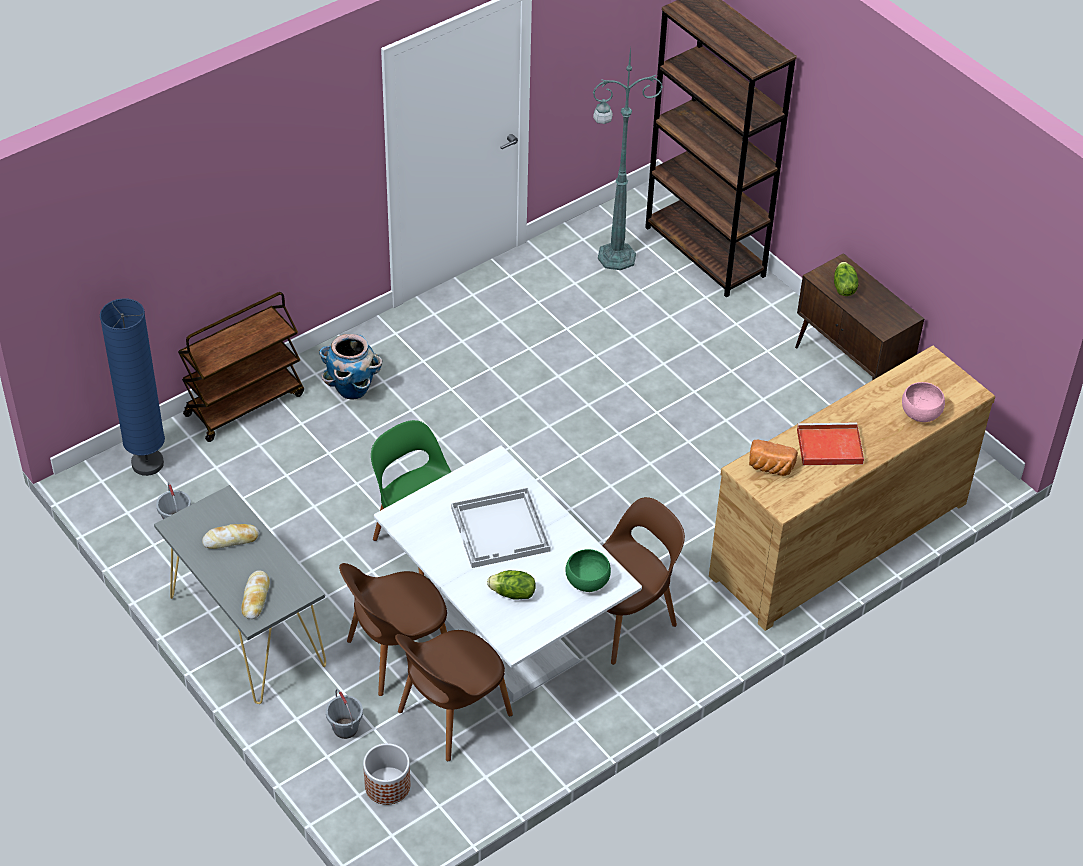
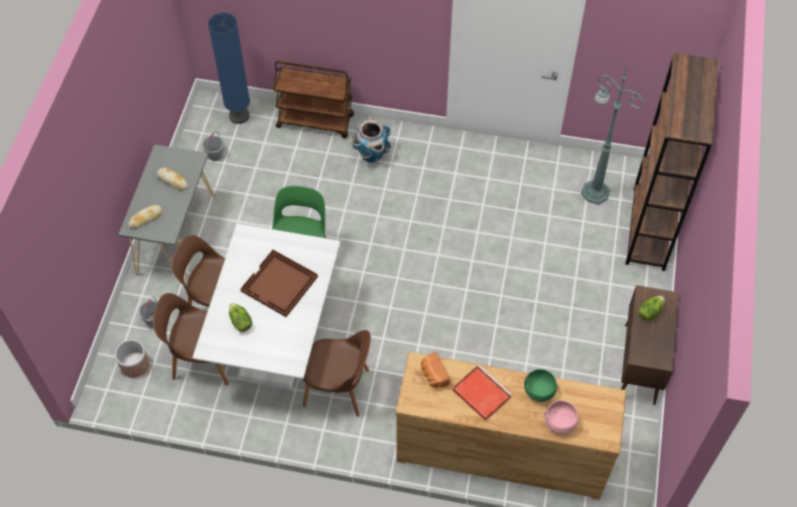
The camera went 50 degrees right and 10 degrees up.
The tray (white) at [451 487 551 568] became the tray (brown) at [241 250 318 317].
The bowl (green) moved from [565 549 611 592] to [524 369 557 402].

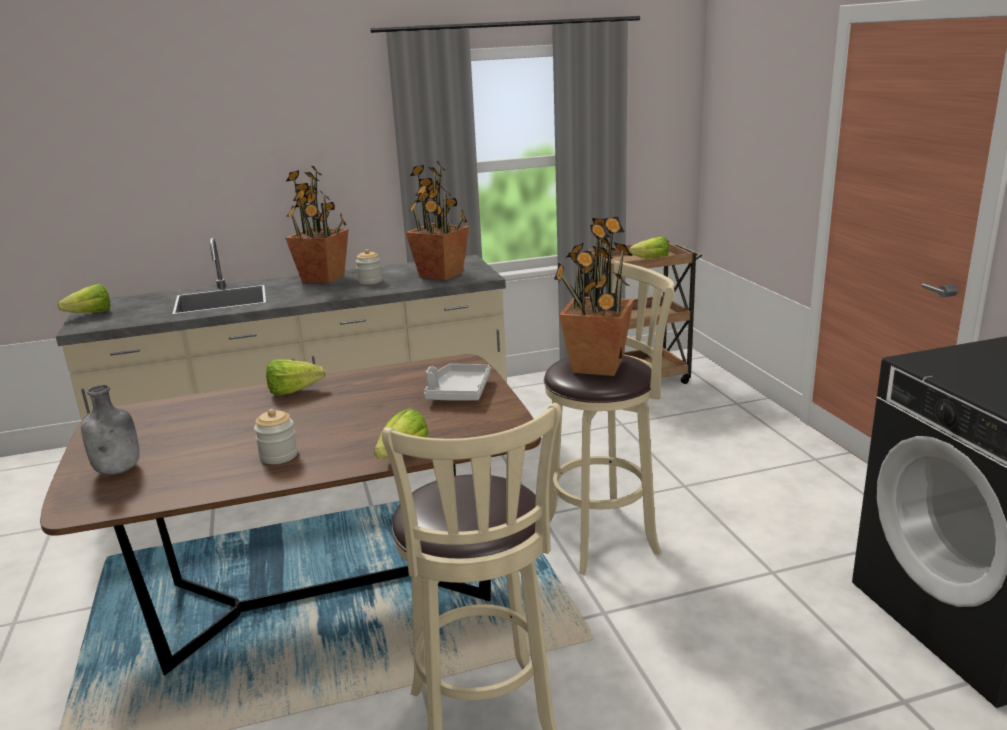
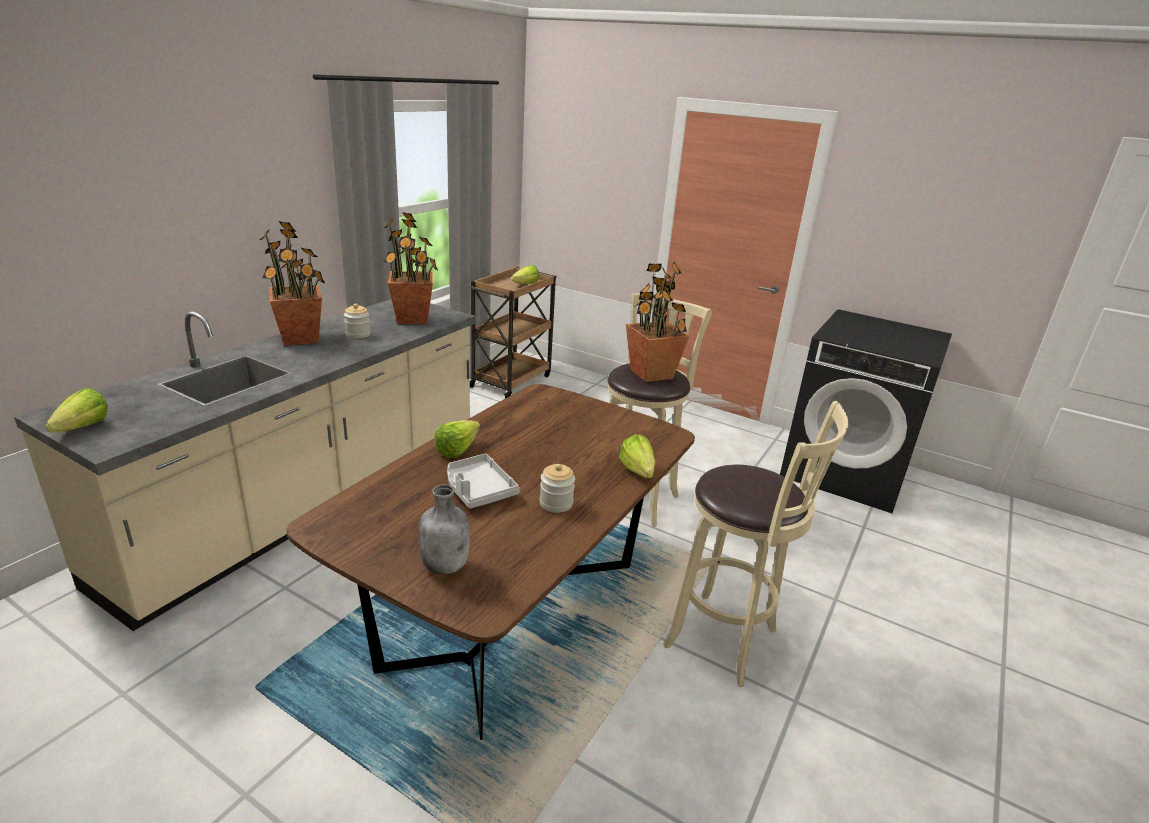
The camera went 45 degrees left and 5 degrees up.
The tray (grey) moved from [424 364 491 401] to [447 454 520 509].

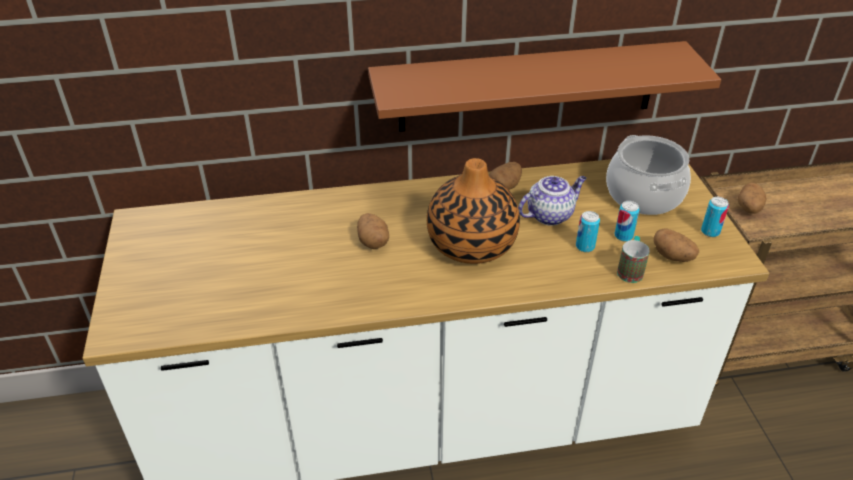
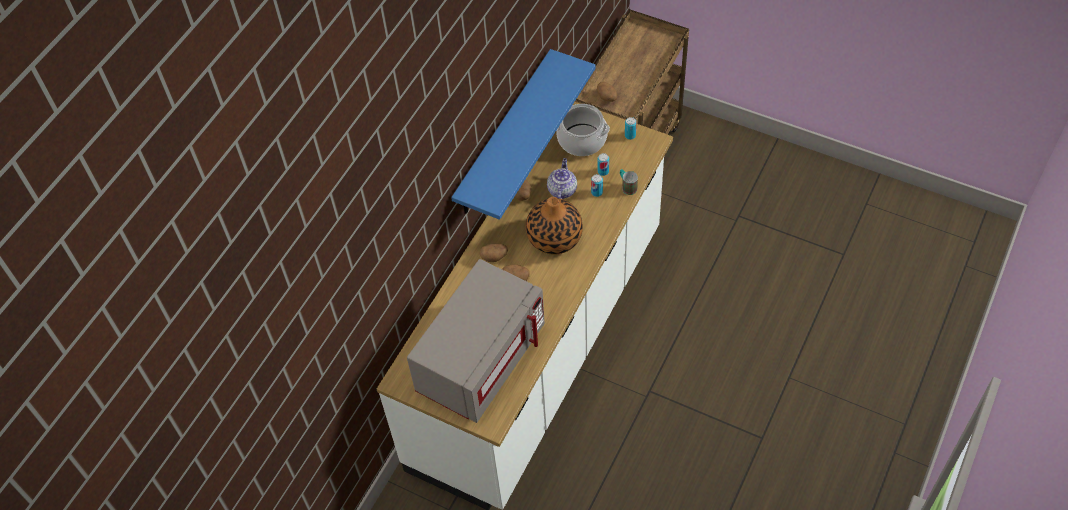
The camera went 50 degrees left and 15 degrees up.
The shelf (brown) at [368 41 721 132] became the shelf (blue) at [451 49 596 220].
The potato moved from [653 229 699 262] to [480 244 508 262].
The microwave (grey) at [407 259 545 423] appeared.

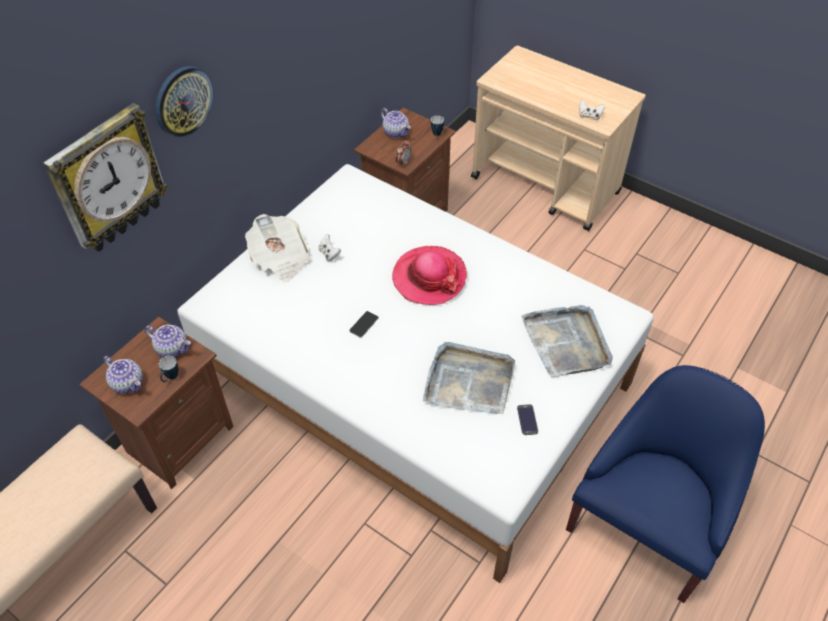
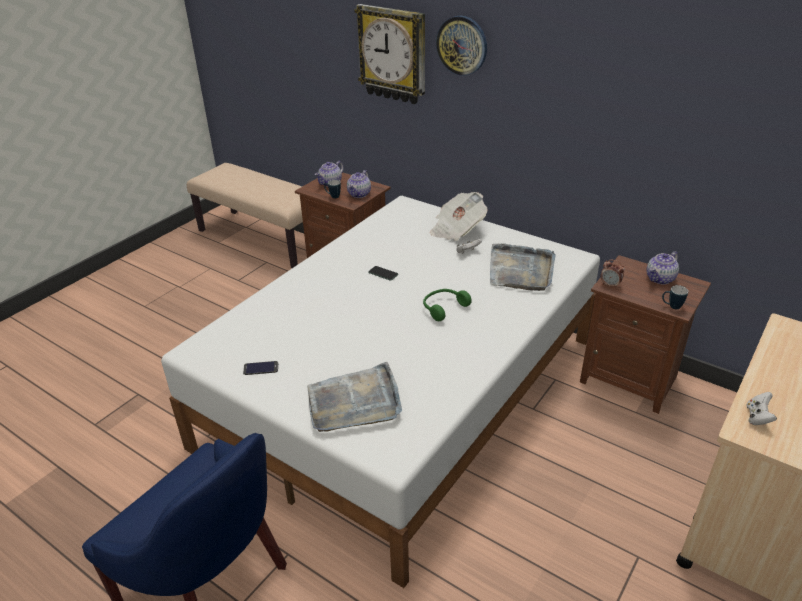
The camera went 90 degrees right and 15 degrees down.
The hat at [392 246 467 305] was replaced by the headphones (green) at [423 289 472 321].
The tray (grey) moved from [423 342 515 414] to [490 243 556 291].

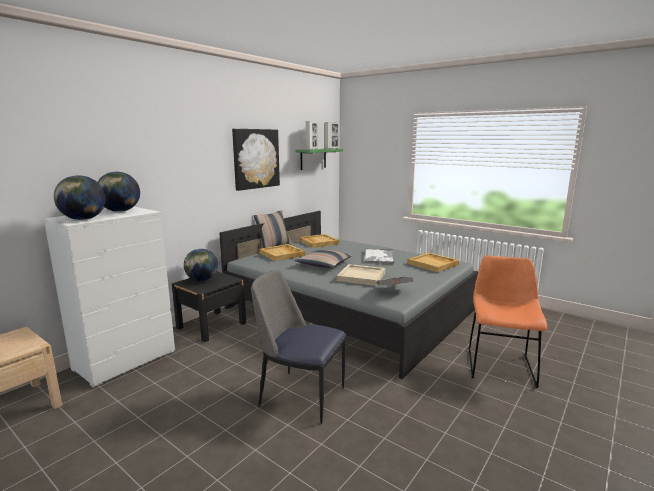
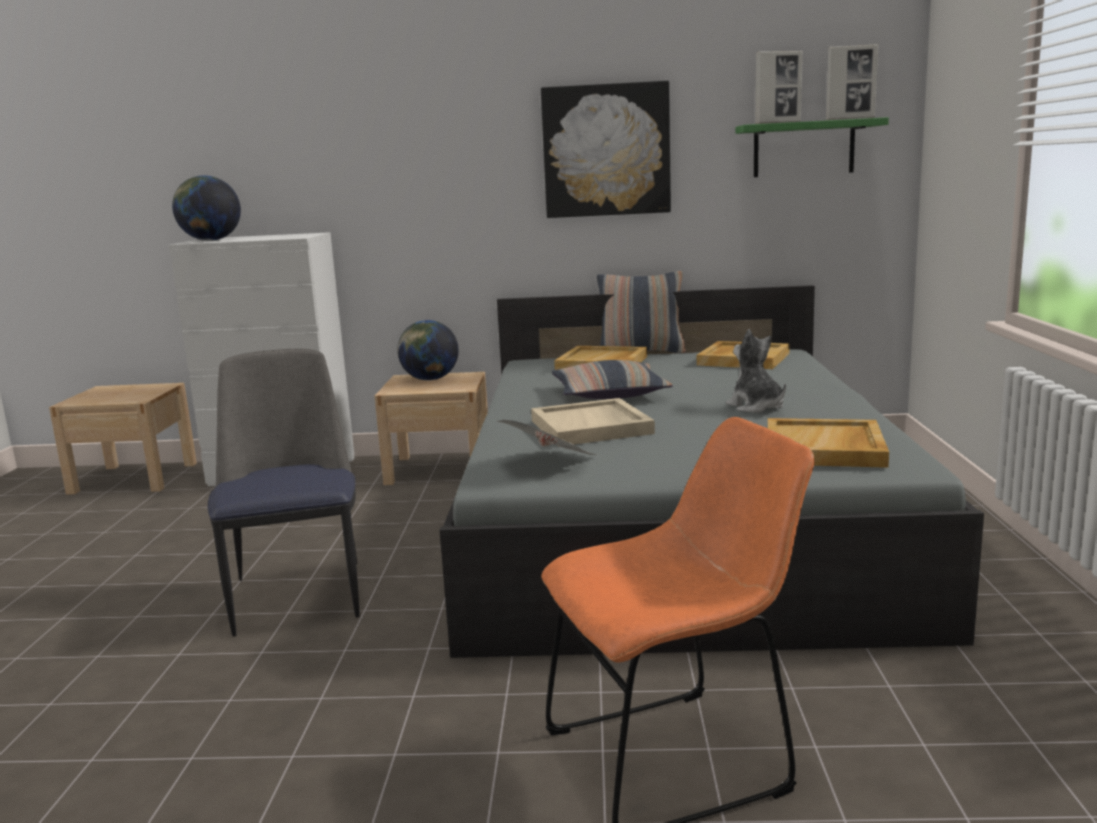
The camera went 55 degrees right and 0 degrees up.
The globe at [98 172 140 212] disappeared.
The nightstand (black) at [172 271 246 342] became the nightstand (beige) at [375 372 488 485].
The tray at [364 249 394 264] was replaced by the plush toy at [726 329 786 413].

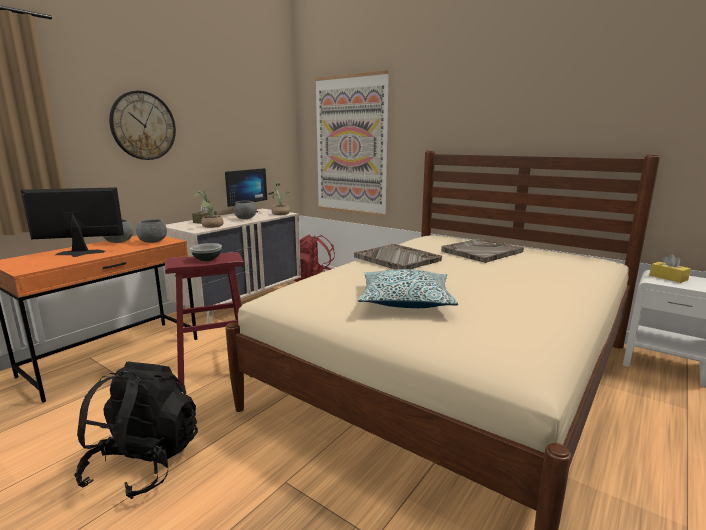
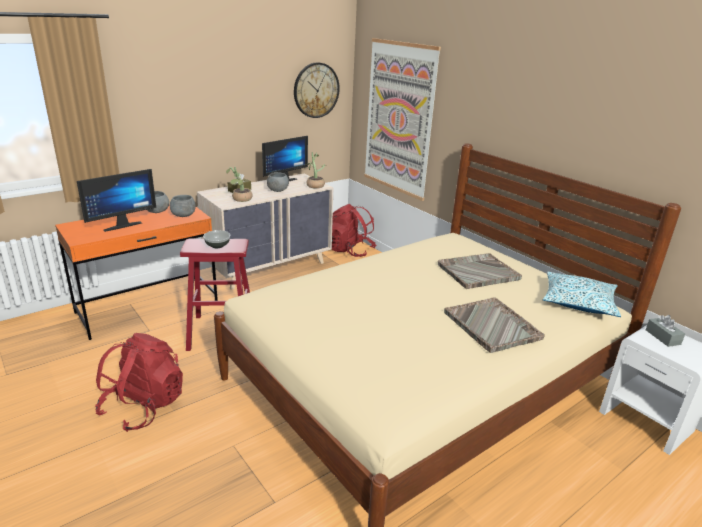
The camera went 15 degrees right and 10 degrees up.
The monitor at [21 187 124 257] turned 135 degrees clockwise.
The backpack (black) at [74 362 198 499] became the backpack (red) at [95 333 183 432].
The wall clock moved from [109 91 176 160] to [294 62 340 118].
The tray (grey) moved from [354 244 442 270] to [444 297 545 353].
The pillow moved from [358 269 458 308] to [543 272 621 317].
The tissue box (yellow) at [649 254 691 283] became the tissue box (grey) at [646 315 685 347].

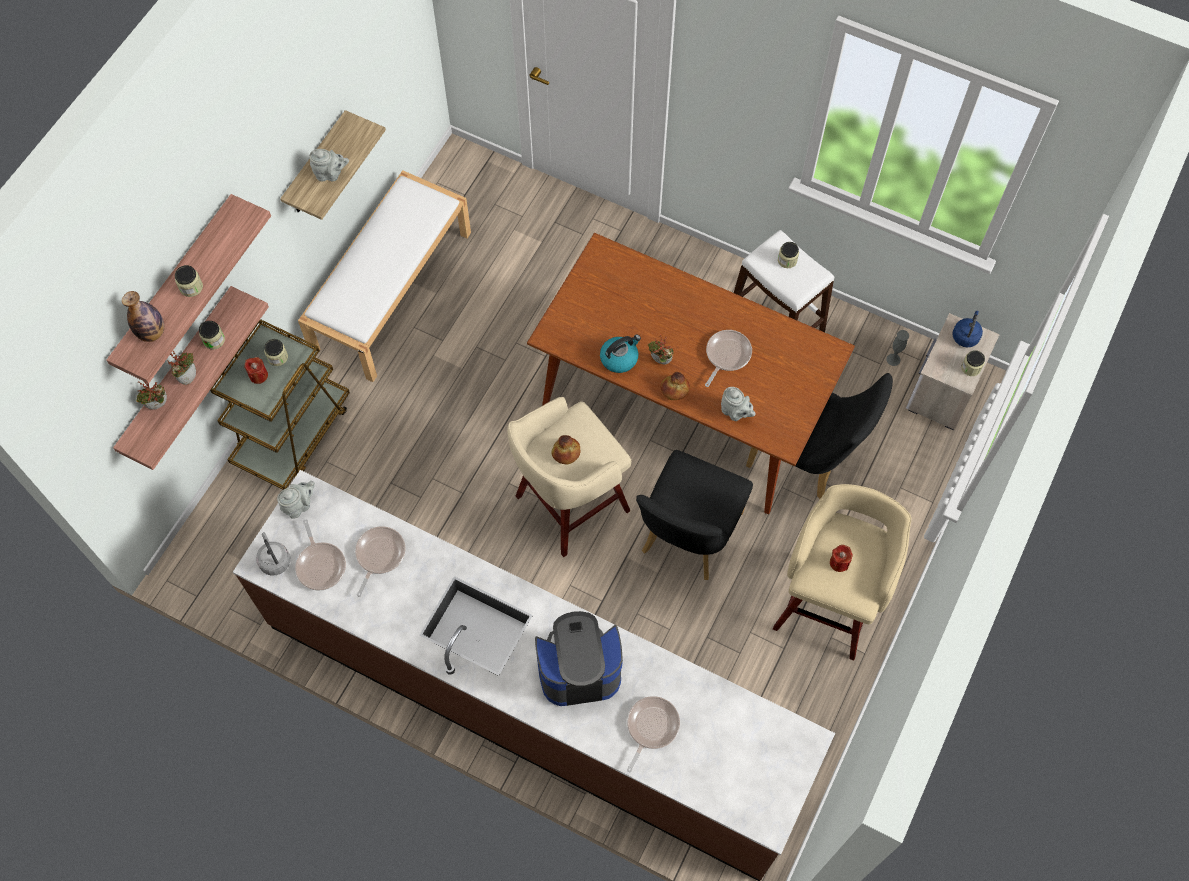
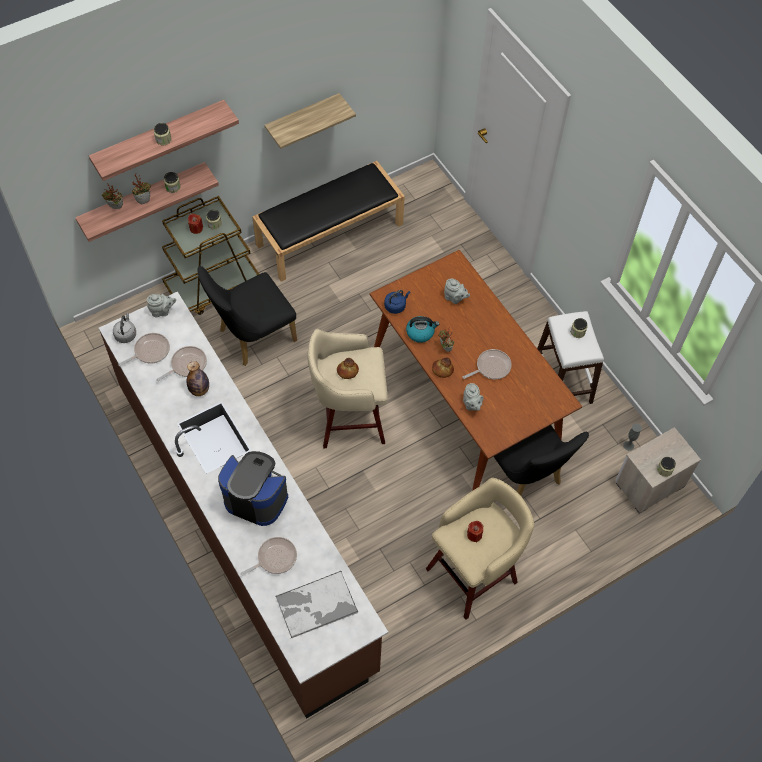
The camera went 30 degrees right and 5 degrees down.
The bottle moved from [122 291 165 342] to [187 361 209 396].
The frying pan at [295 520 346 591] turned 135 degrees counterclockwise.
The bench (white) at [298 170 471 382] became the bench (black) at [252 161 405 282].
The teapot (grey) moved from [309 149 349 181] to [444 279 470 304].
The chair (black) moved from [636 450 753 580] to [197 266 297 366].
The kettle (blue) moved from [952 311 983 347] to [384 290 411 314].
The tray at [275 571 358 639] appeared.

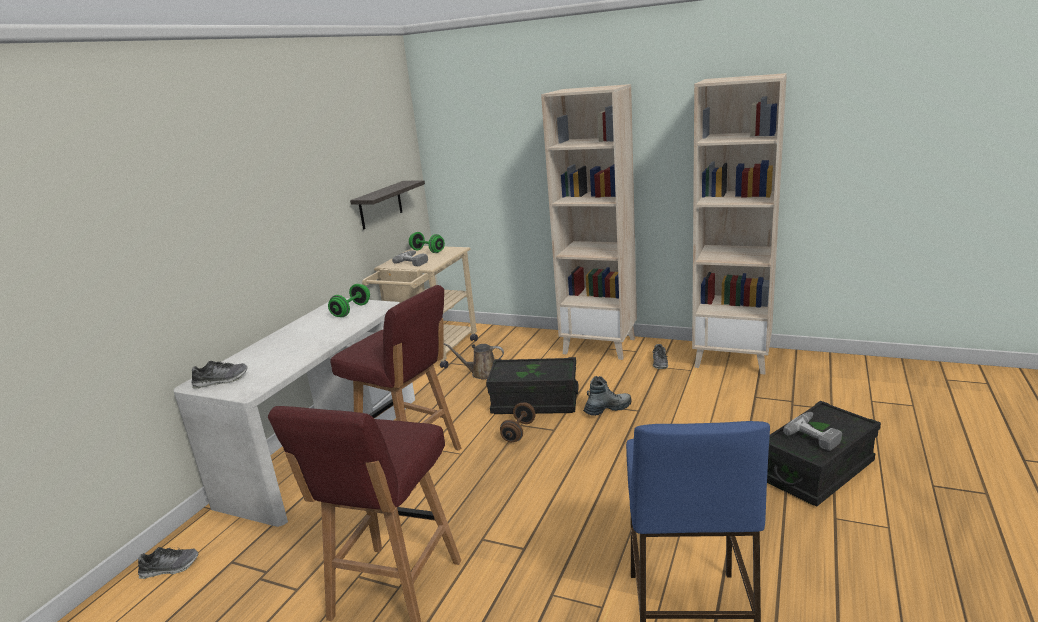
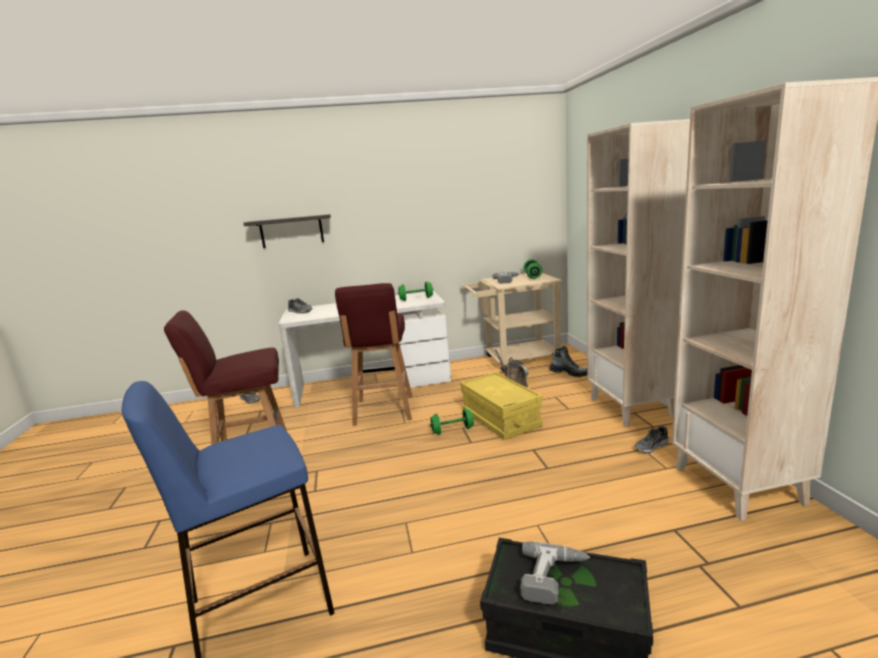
The camera went 55 degrees right and 5 degrees down.
The shelf moved from [350 180 425 230] to [243 214 331 248].
The storage box (black) at [486 357 579 414] became the storage box (yellow) at [460 372 543 440].
The dumbbell (brown) at [500 402 535 442] became the dumbbell (green) at [430 408 474 435].
The boot moved from [583 376 632 416] to [549 346 587 377].

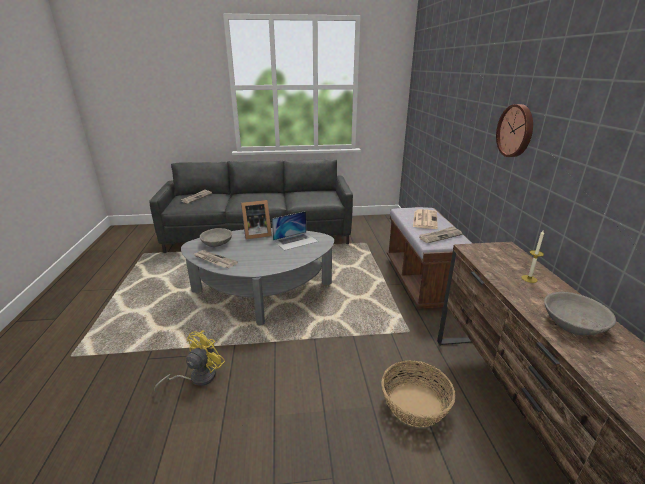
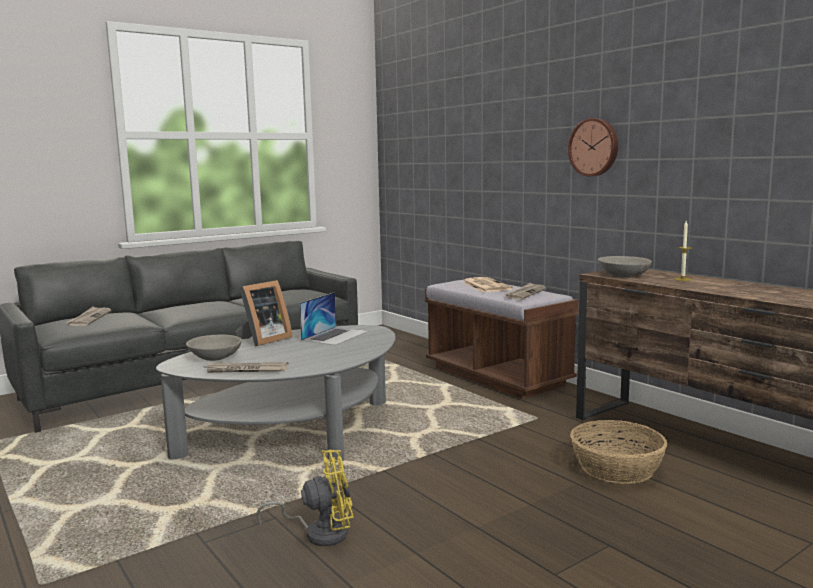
The camera went 30 degrees left and 15 degrees down.
The fan (yellow) at [154 330 225 392] turned 75 degrees clockwise.
The bowl (grey) moved from [544 292 616 335] to [598 256 652 277].

